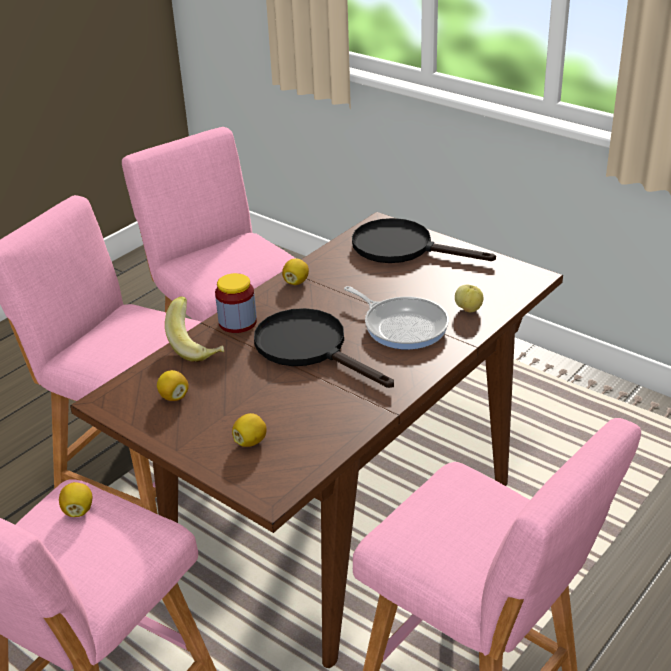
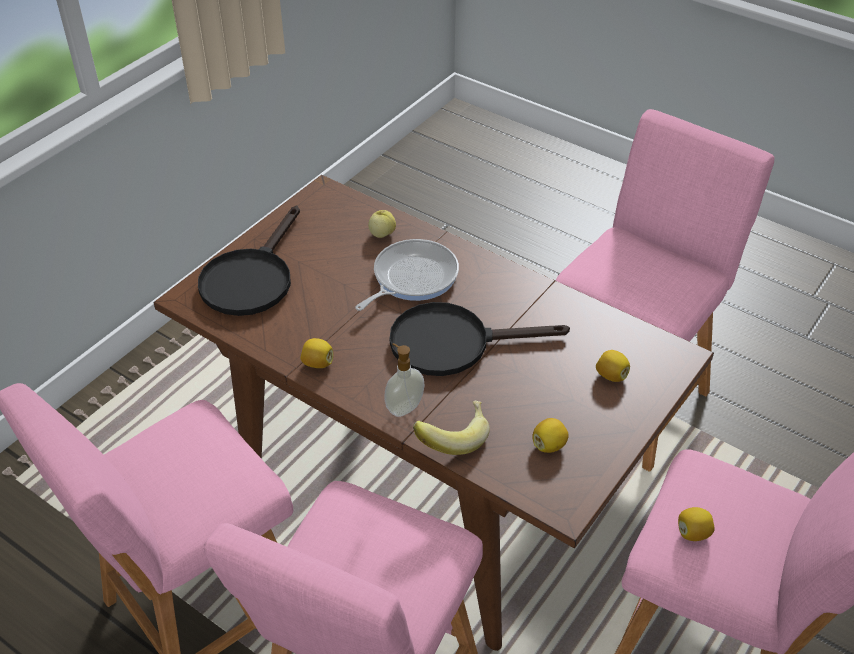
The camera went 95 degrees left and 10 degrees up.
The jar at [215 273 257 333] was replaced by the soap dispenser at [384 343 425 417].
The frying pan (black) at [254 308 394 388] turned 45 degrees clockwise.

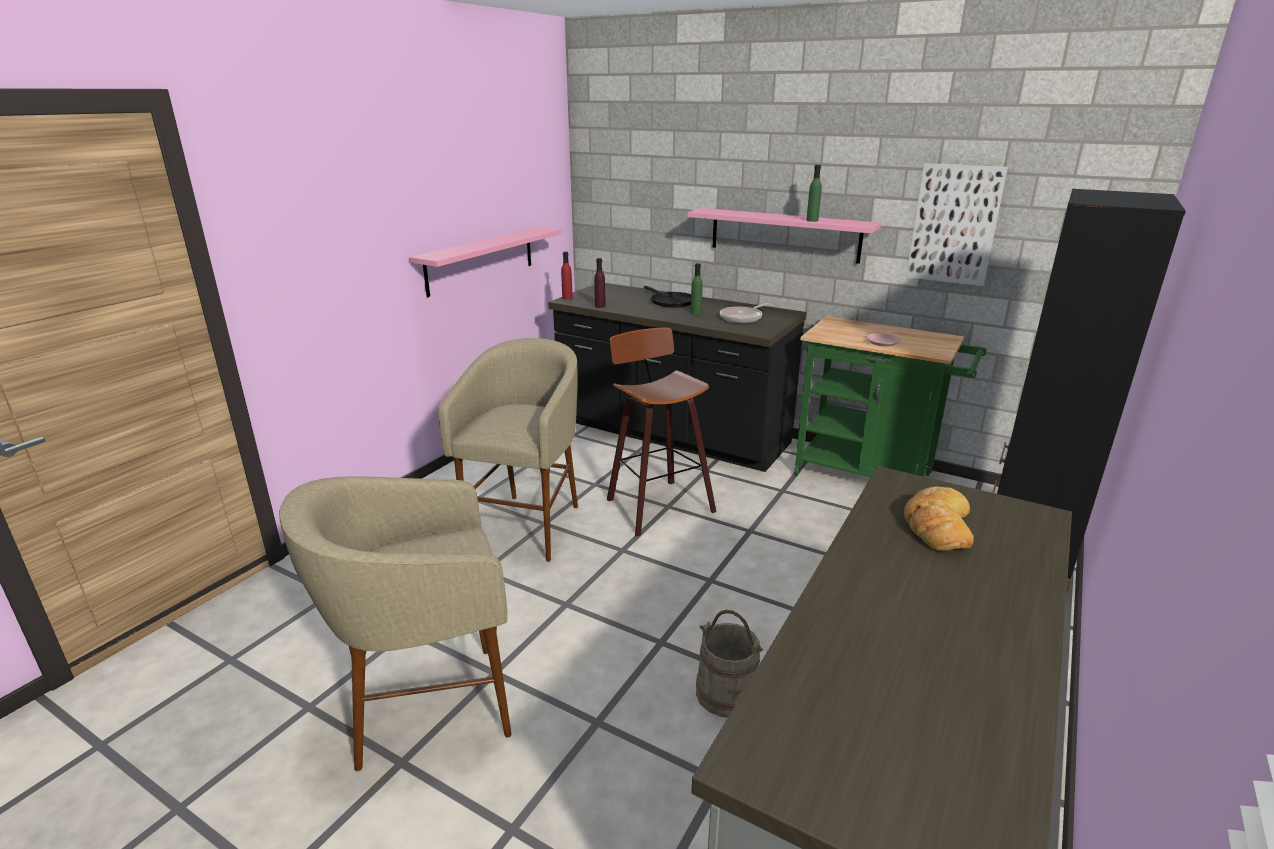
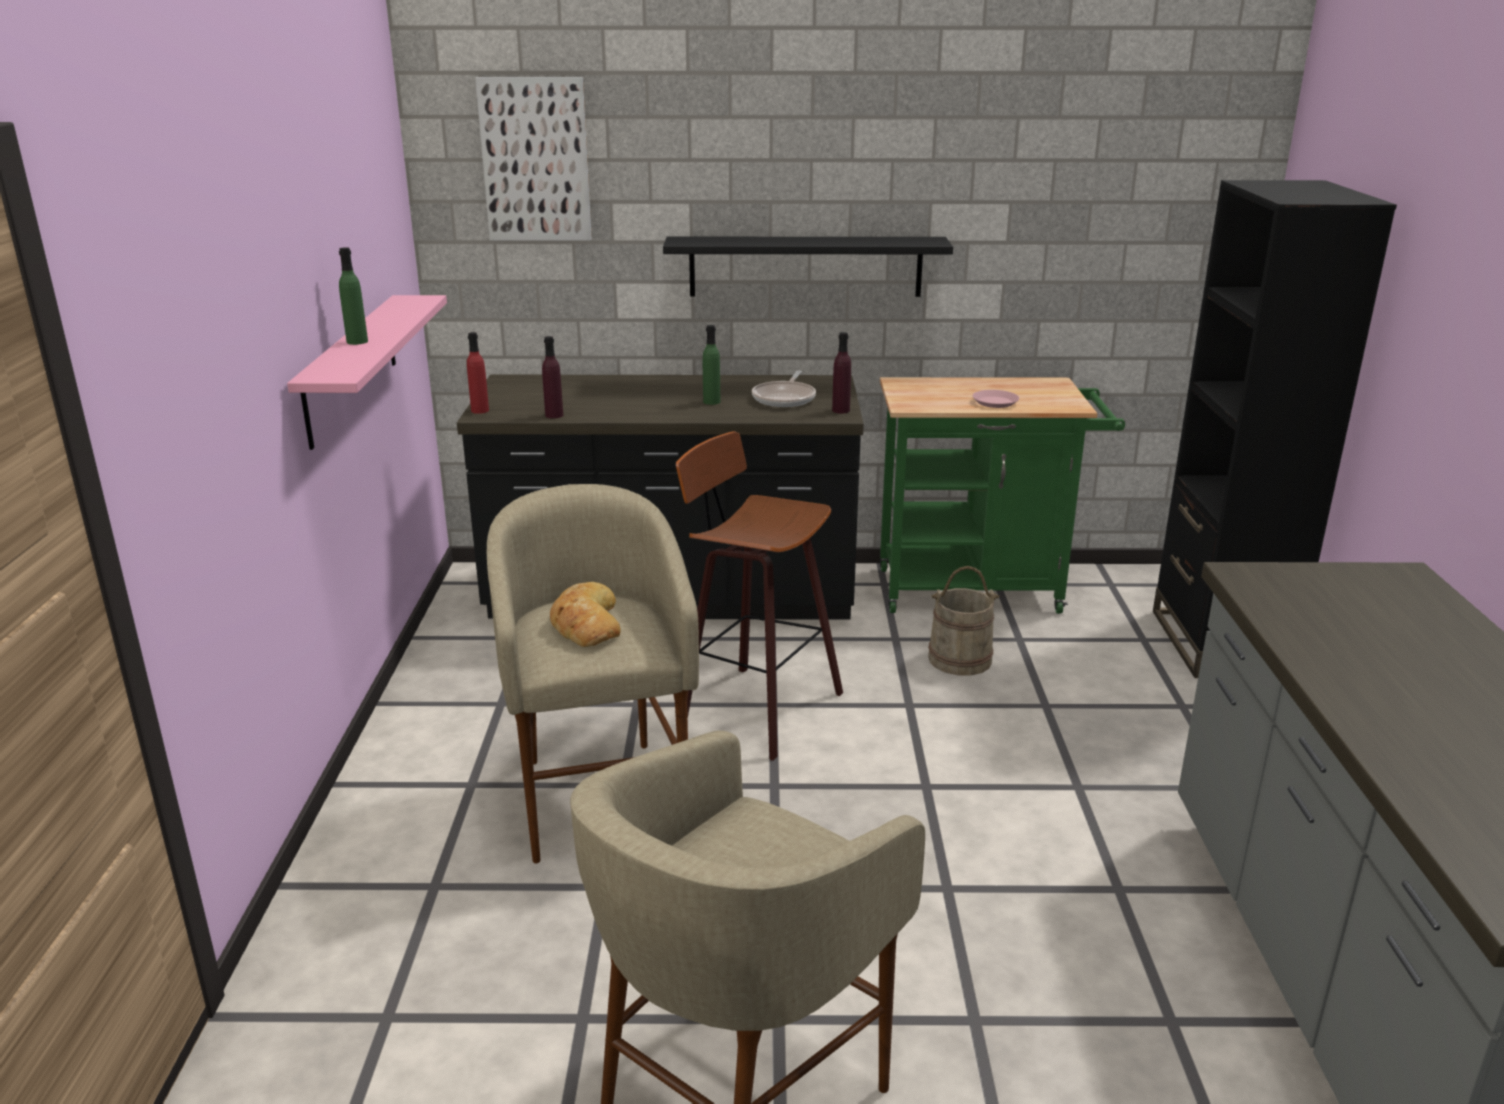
The camera went 30 degrees left and 0 degrees up.
The frying pan (black) at [644 286 691 307] disappeared.
The shelf (pink) at [687 208 881 264] became the shelf (black) at [663 237 953 297].
The bucket (beige) moved from [696 610 763 718] to [928 566 999 675].
The bottle (green) moved from [806 165 822 222] to [339 247 368 345].
The bread moved from [904 486 974 551] to [550 582 621 647].
The picture moved from [906 163 1008 286] to [475 77 592 241].
The bottle (purple) at [832 332 851 414] appeared.

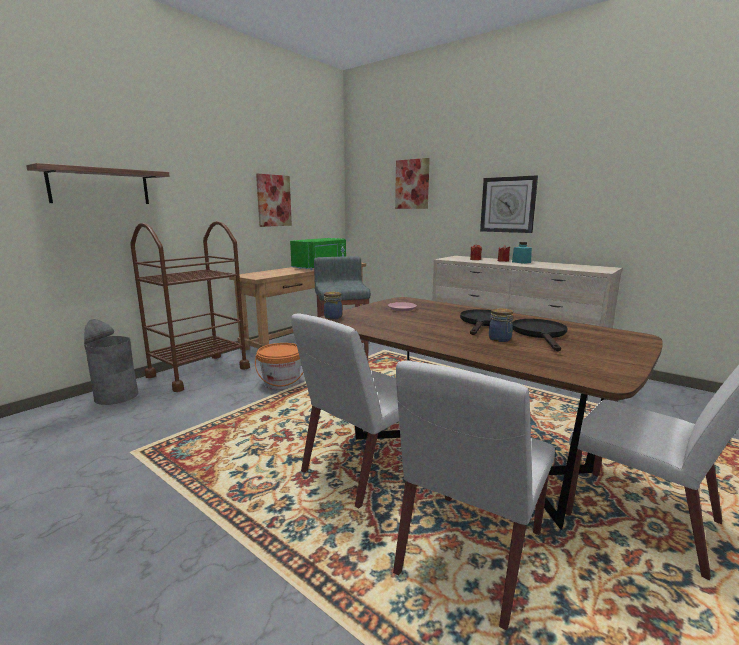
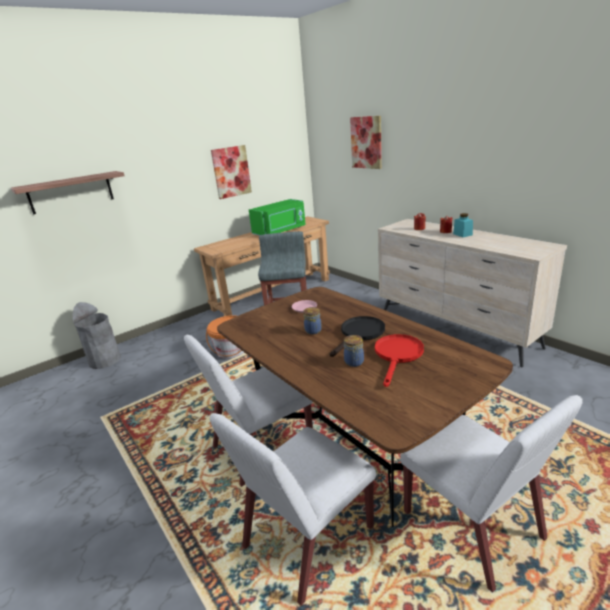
The camera went 15 degrees right and 10 degrees up.
The cart (brown) at [130 221 250 392] disappeared.
The jar moved from [324 292 342 319] to [303 307 322 335].
The wall clock at [480 175 538 233] disappeared.
The frying pan (black) at [512 319 568 351] became the frying pan (red) at [375 334 424 387].

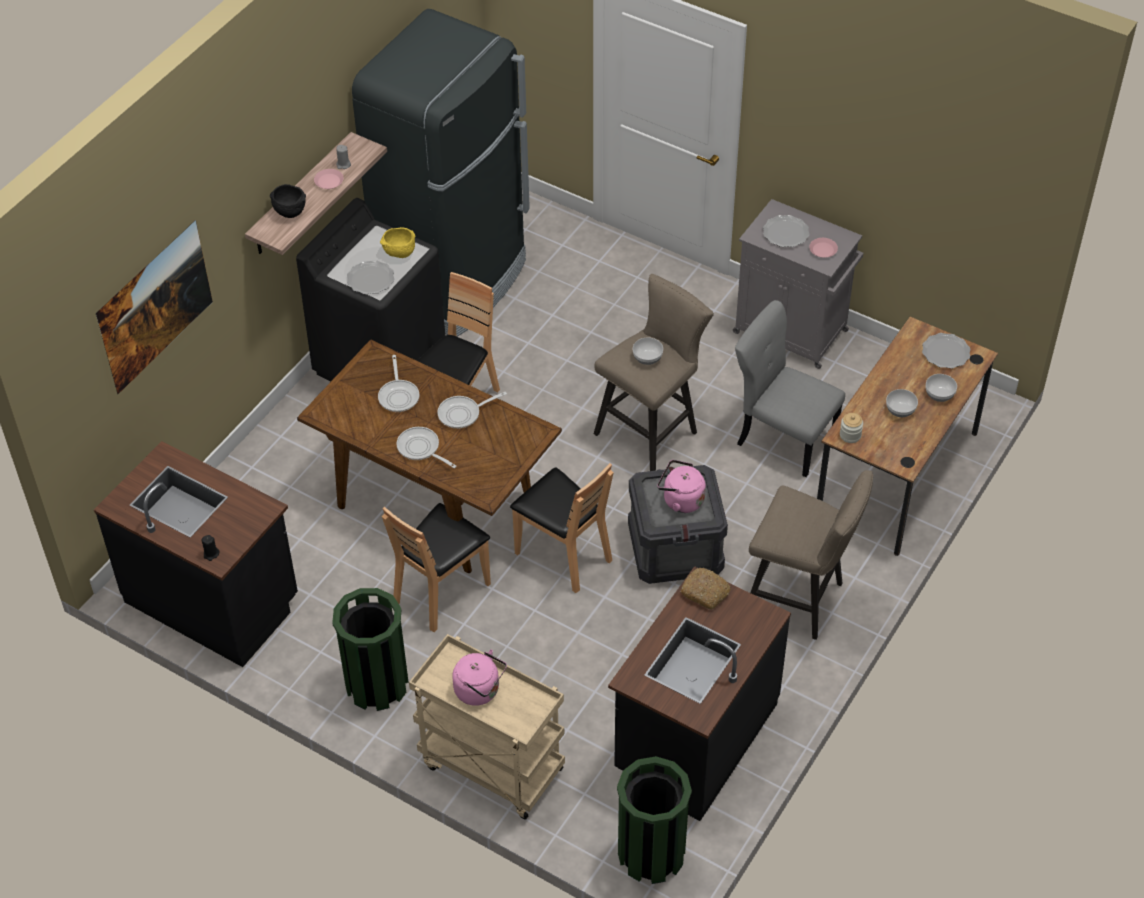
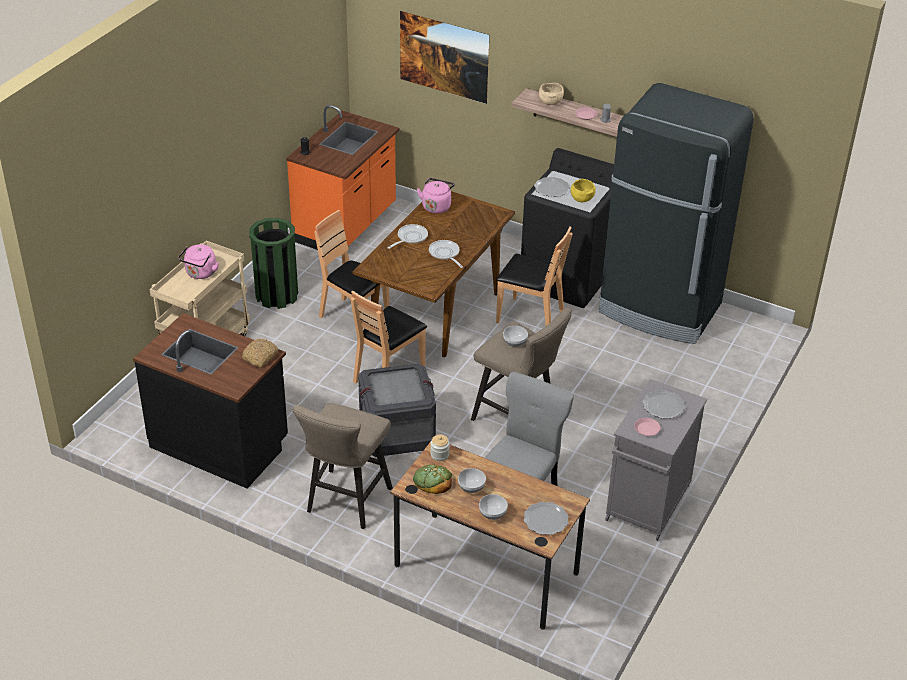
The camera went 85 degrees right and 10 degrees down.
The counter (black) at [94 441 298 667] became the counter (orange) at [286 105 399 250].
The bowl (black) at [270 184 306 218] became the bowl (beige) at [539 83 564 105].
The frying pan at [378 355 419 412] disappeared.
The trash can (green) at [617 756 692 884] disappeared.
The kettle (pink) moved from [657 460 706 513] to [417 178 455 214].
The bread at [413 465 452 494] appeared.

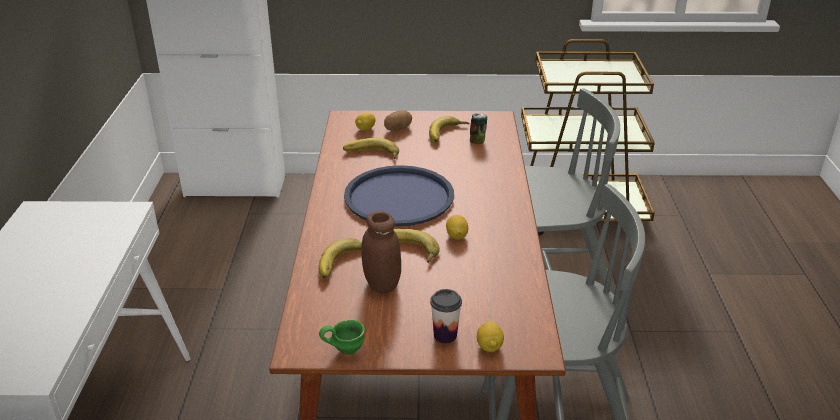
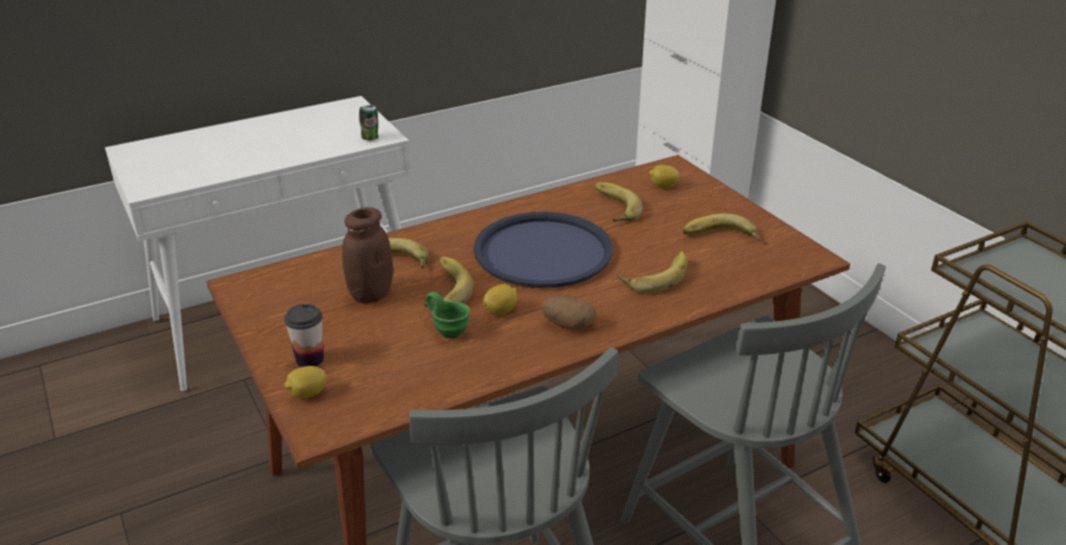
The camera went 60 degrees right and 0 degrees up.
The mug (green) moved from [319 320 365 355] to [425 291 470 339].
The potato moved from [384 110 412 130] to [542 296 596 329].
The can moved from [470 113 487 144] to [359 105 378 140].
The banana at [617 251 688 294] appeared.

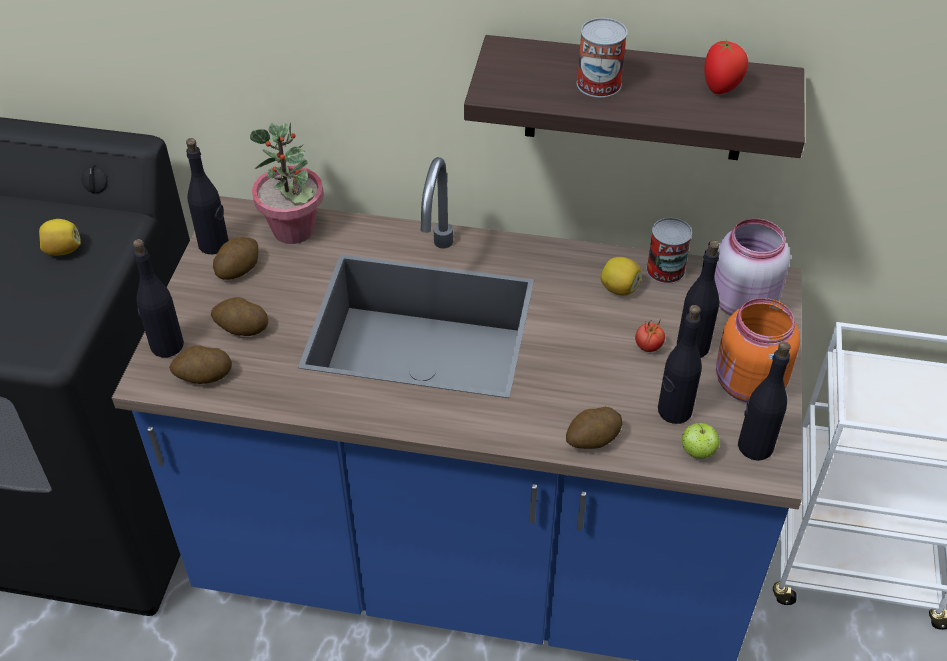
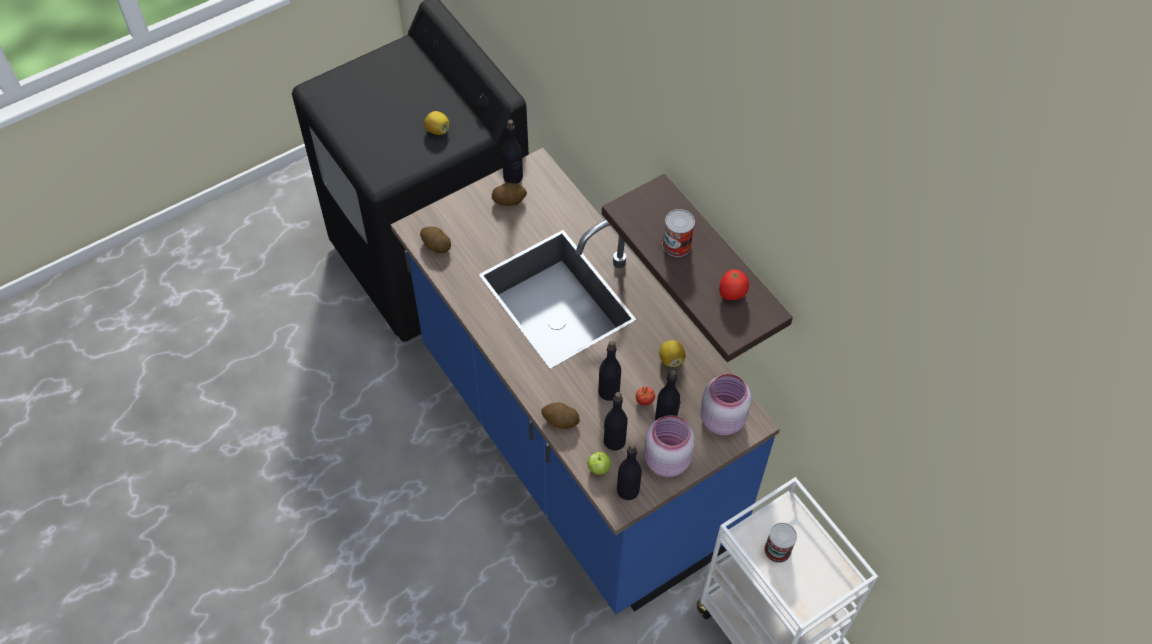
The camera went 45 degrees right and 10 degrees up.
The bottle (black) moved from [133 239 184 357] to [598 341 621 401].
The potato at [211 297 269 336] disappeared.
The potted plant at [250 122 324 244] disappeared.
The can moved from [646 218 692 284] to [764 523 797 563].
The jar (orange) at [716 298 800 402] became the jar (pink) at [644 415 695 477].

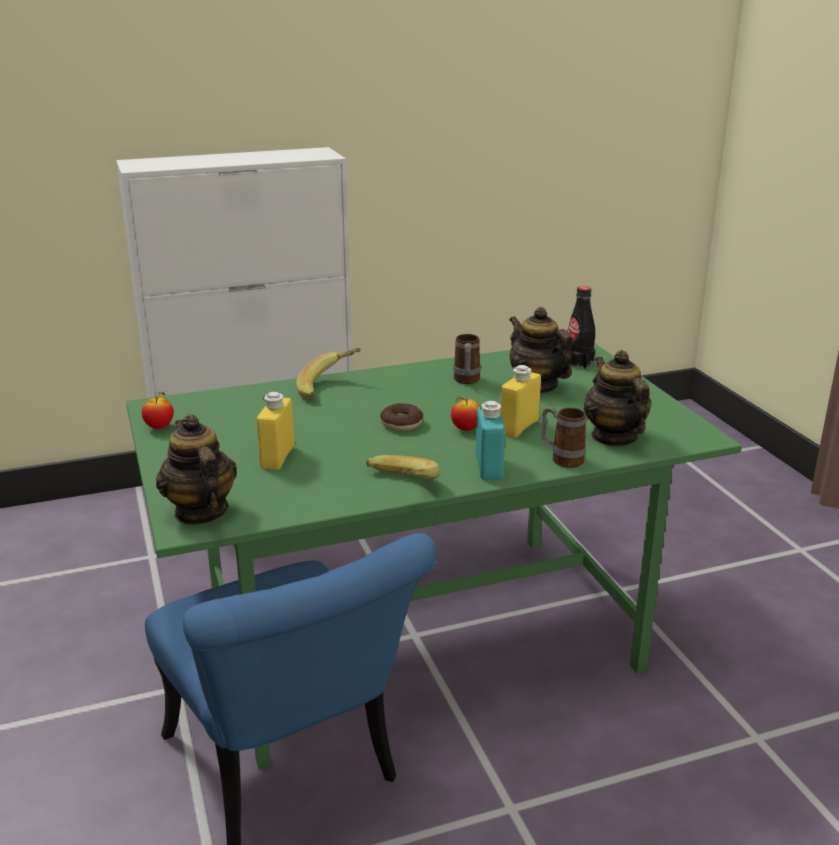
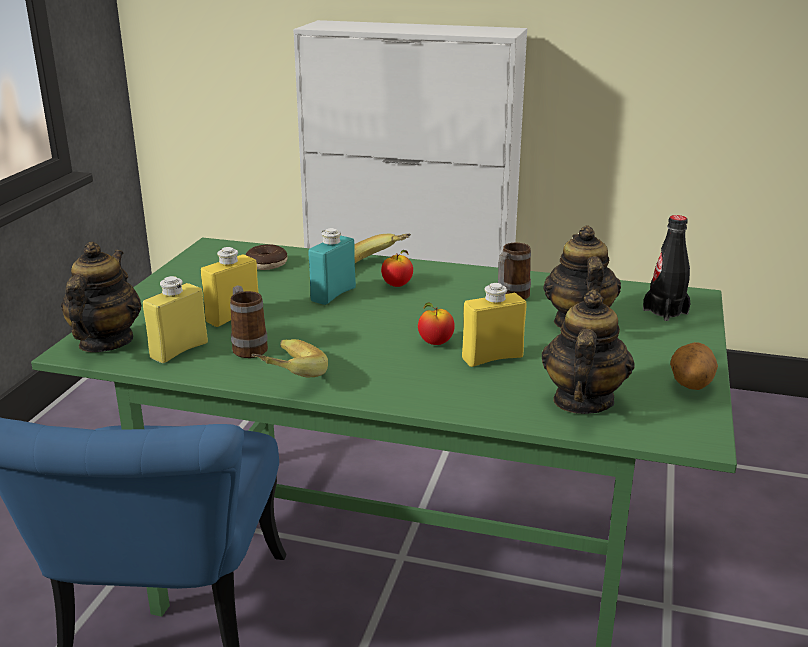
The camera went 35 degrees right and 0 degrees up.
The apple moved from [142 392 174 429] to [381 250 413 287].
The donut moved from [380 403 423 431] to [245 244 288 270].
The bottle (turquoise) moved from [476 401 505 480] to [309 228 356 305].
The mug moved from [542 406 586 468] to [230 285 268 358].
The bottle (yellow) at [143 276 208 363] appeared.
The potato at [670 342 718 390] appeared.

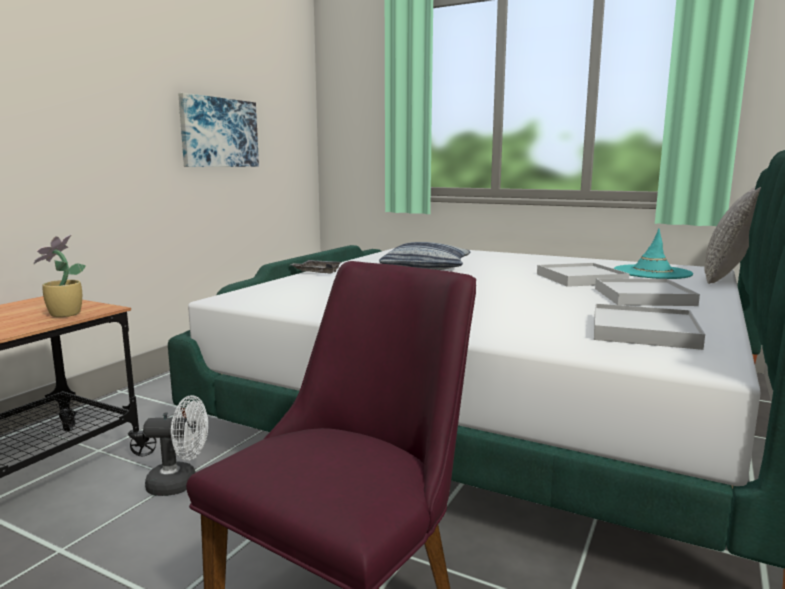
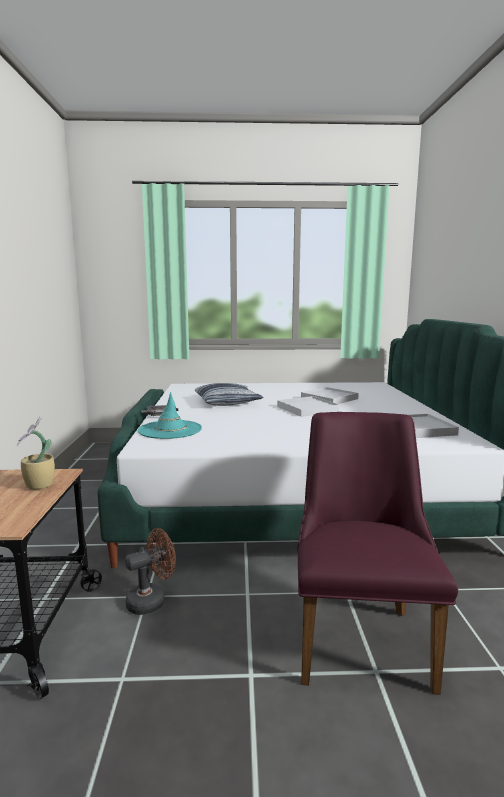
The camera went 30 degrees left and 0 degrees up.
The fan (white) at [143 395 208 496] became the fan (brown) at [125 528 176 615].
The picture at [178 93 259 167] disappeared.
The tray (white) moved from [595 278 700 306] to [277 396 340 417].
The hat (turquoise) moved from [614 229 693 279] to [138 392 202 439].
The pillow (grey) at [705 186 761 284] disappeared.

